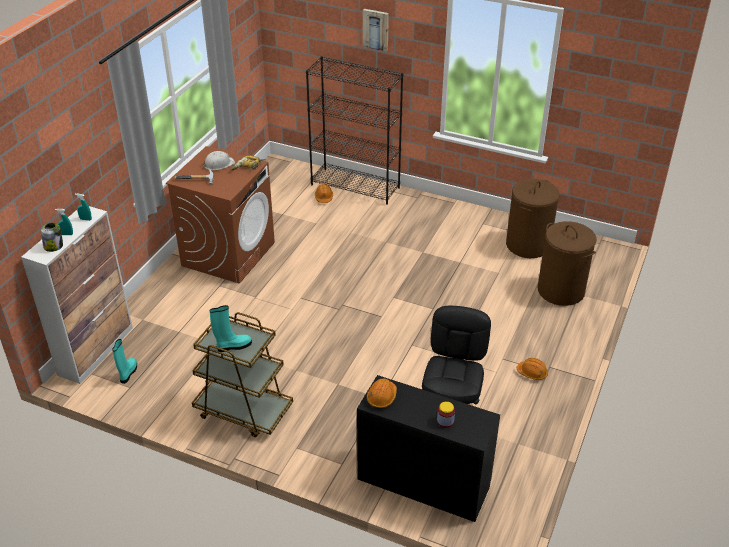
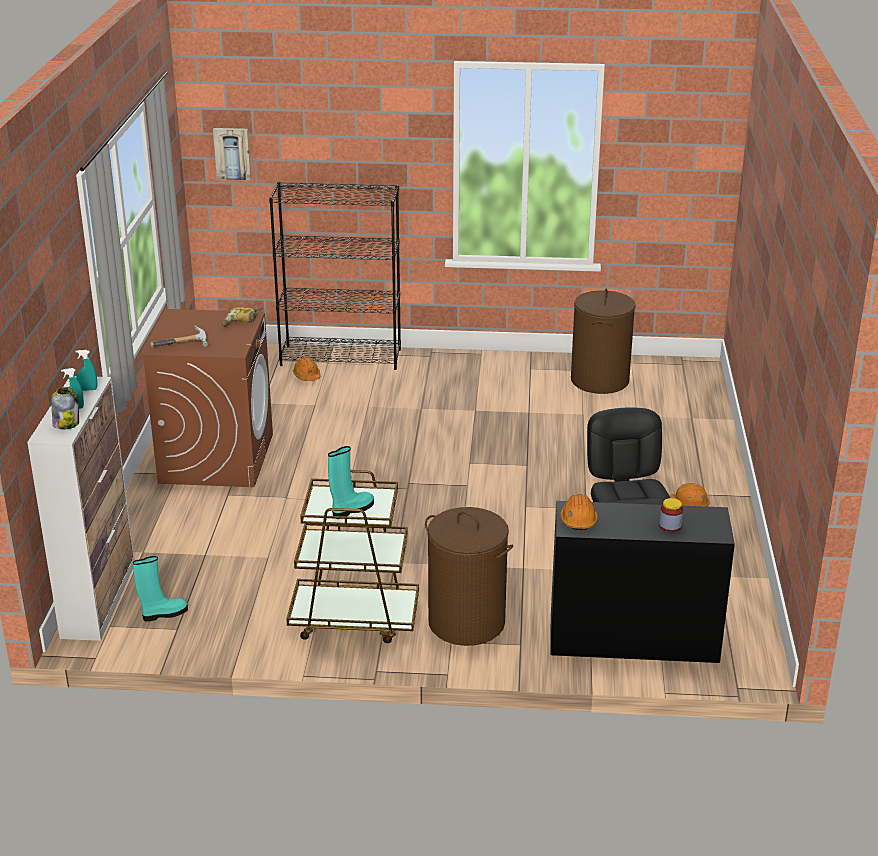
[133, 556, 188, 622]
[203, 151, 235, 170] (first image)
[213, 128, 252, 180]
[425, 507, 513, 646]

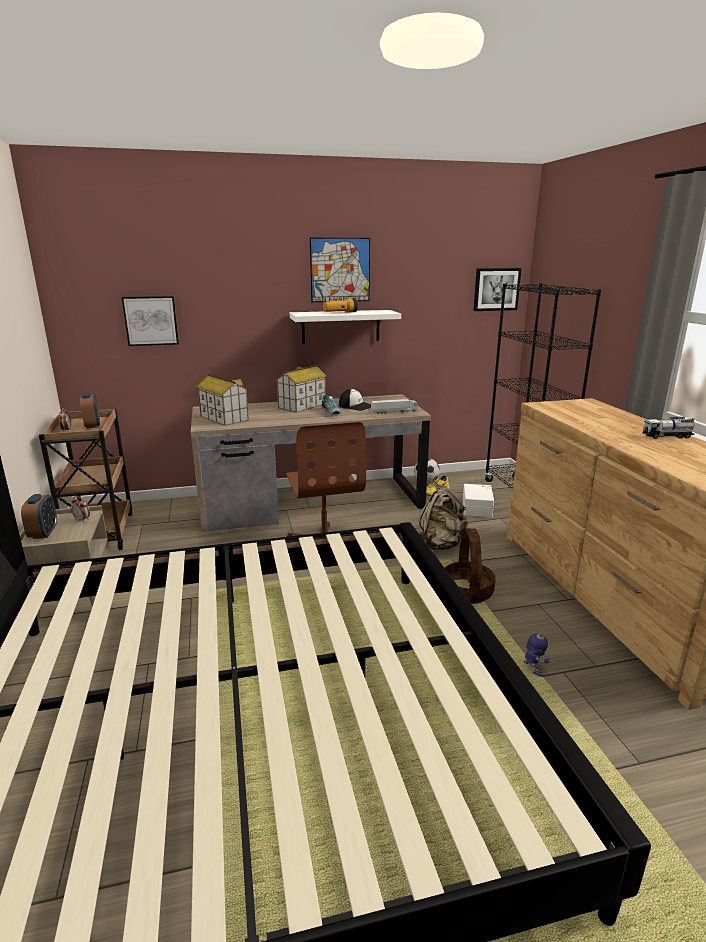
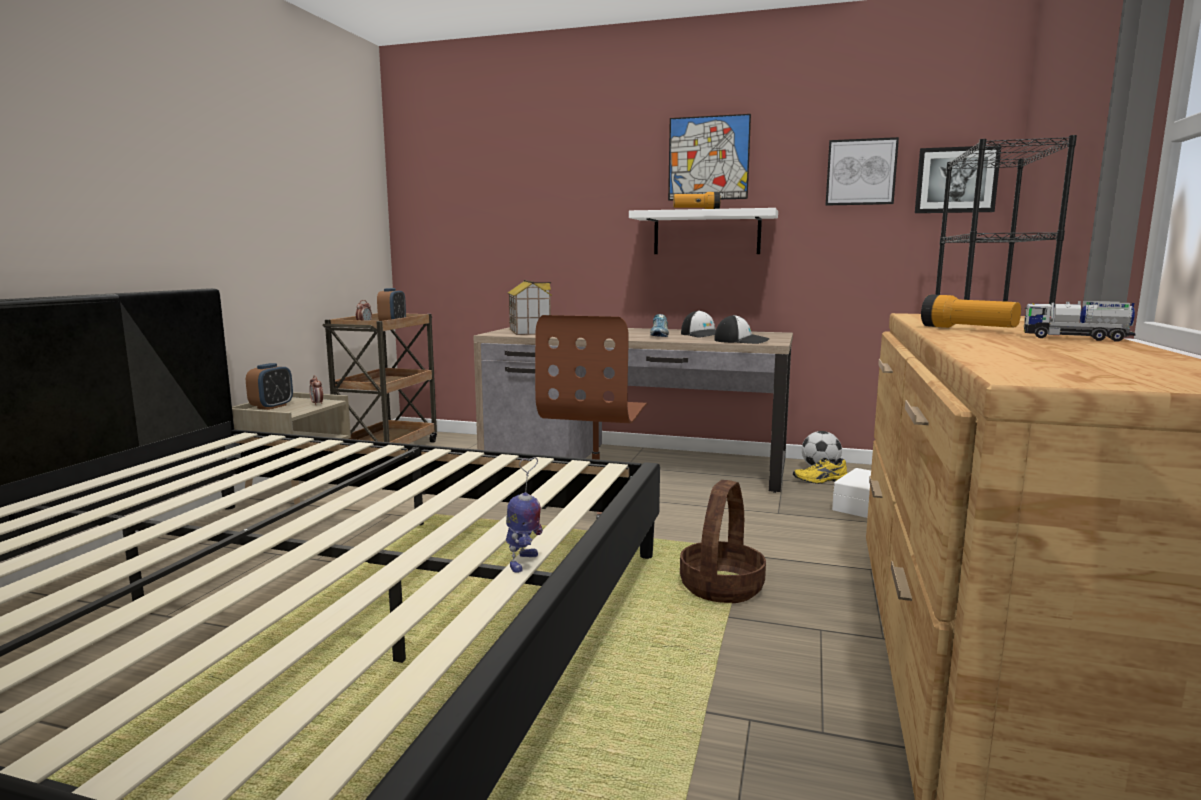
[825, 137, 899, 206]
[276, 365, 327, 413] (first image)
[714, 315, 770, 344]
[419, 483, 468, 550] (first image)
[506, 457, 543, 573]
[921, 295, 1021, 328]

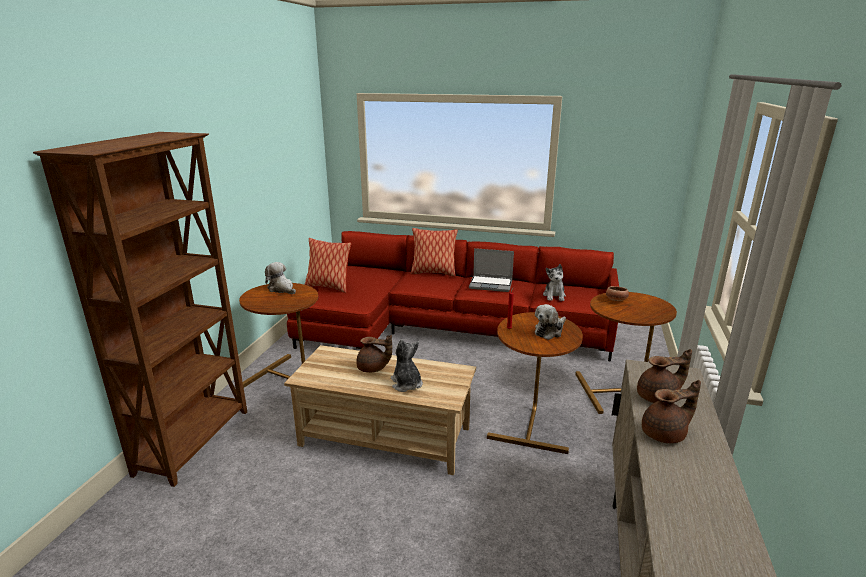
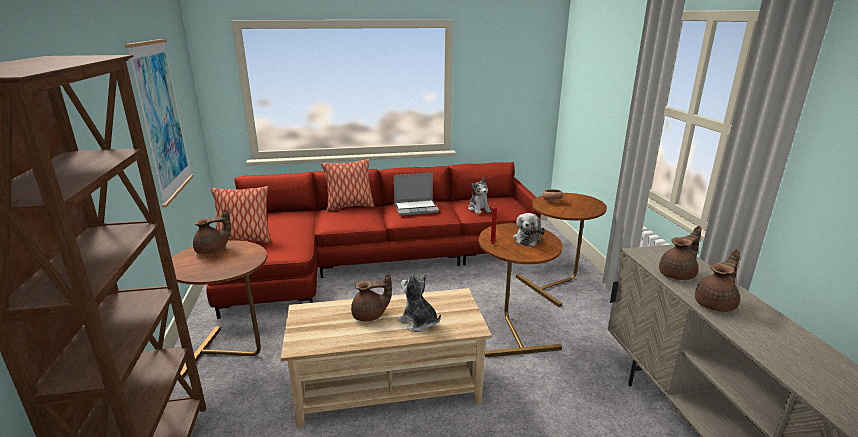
[193, 209, 231, 254]
[125, 39, 193, 208]

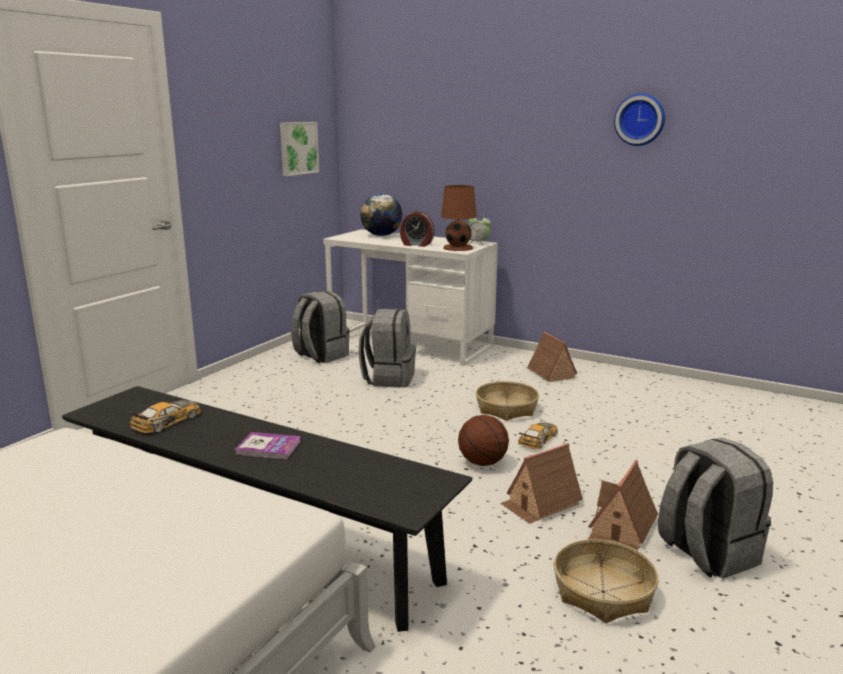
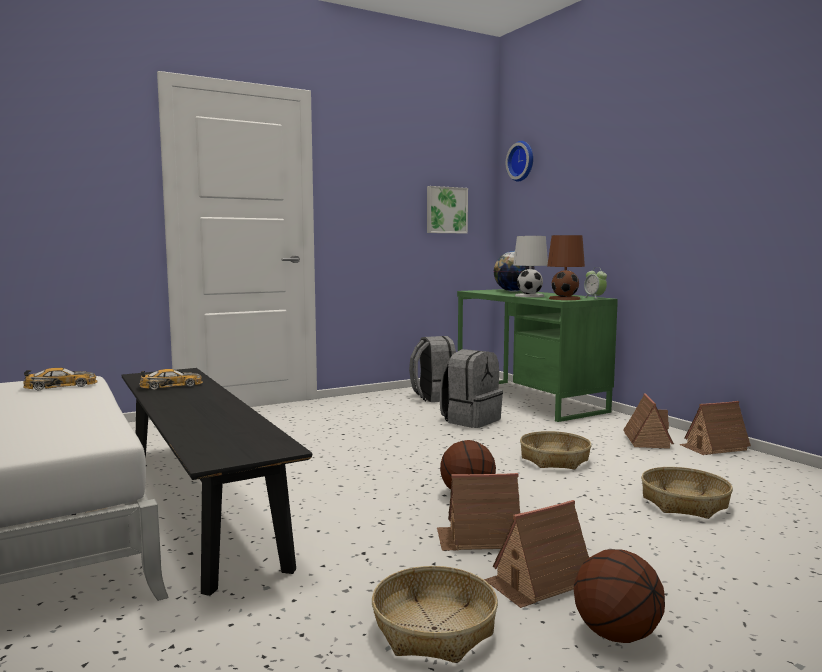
[235, 432, 301, 459] (first image)
[457, 289, 618, 422]
[513, 236, 548, 297]
[23, 368, 98, 390]
[506, 141, 533, 182]
[574, 549, 665, 643]
[641, 467, 733, 519]
[679, 401, 751, 455]

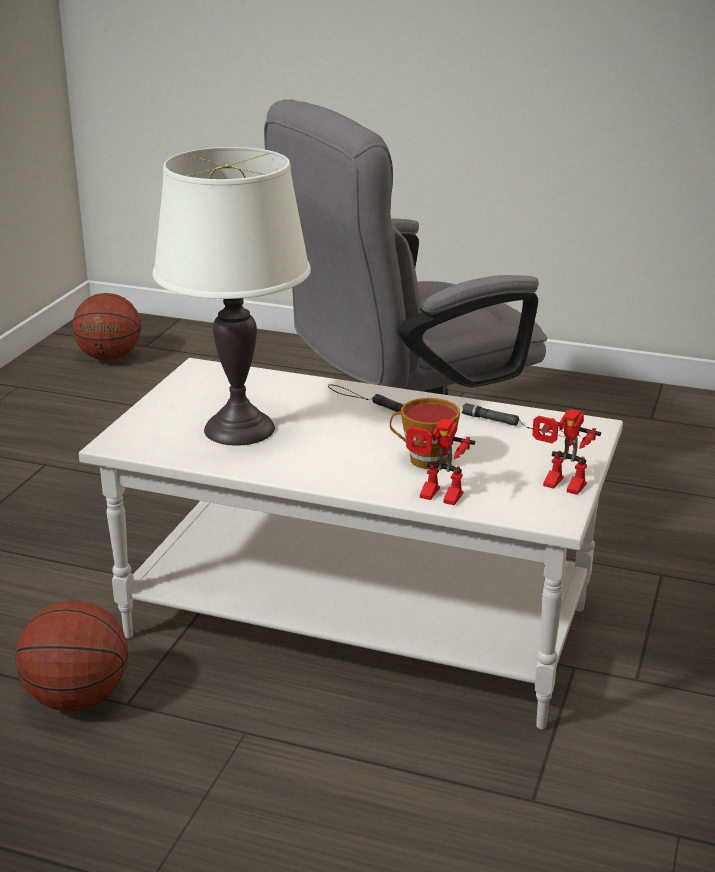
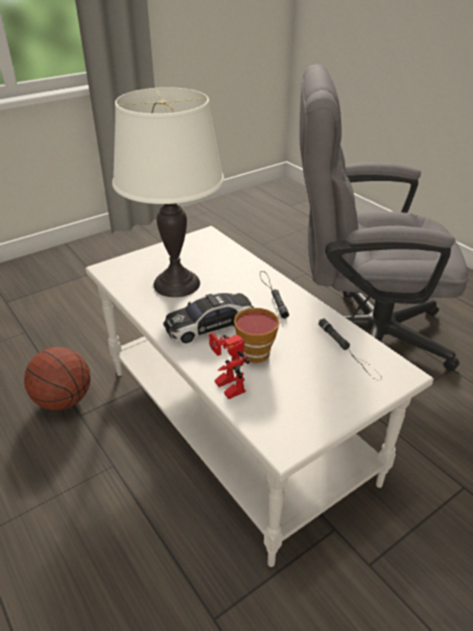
[72, 293, 141, 361] (first image)
[532, 409, 601, 495] (first image)
[163, 293, 254, 343]

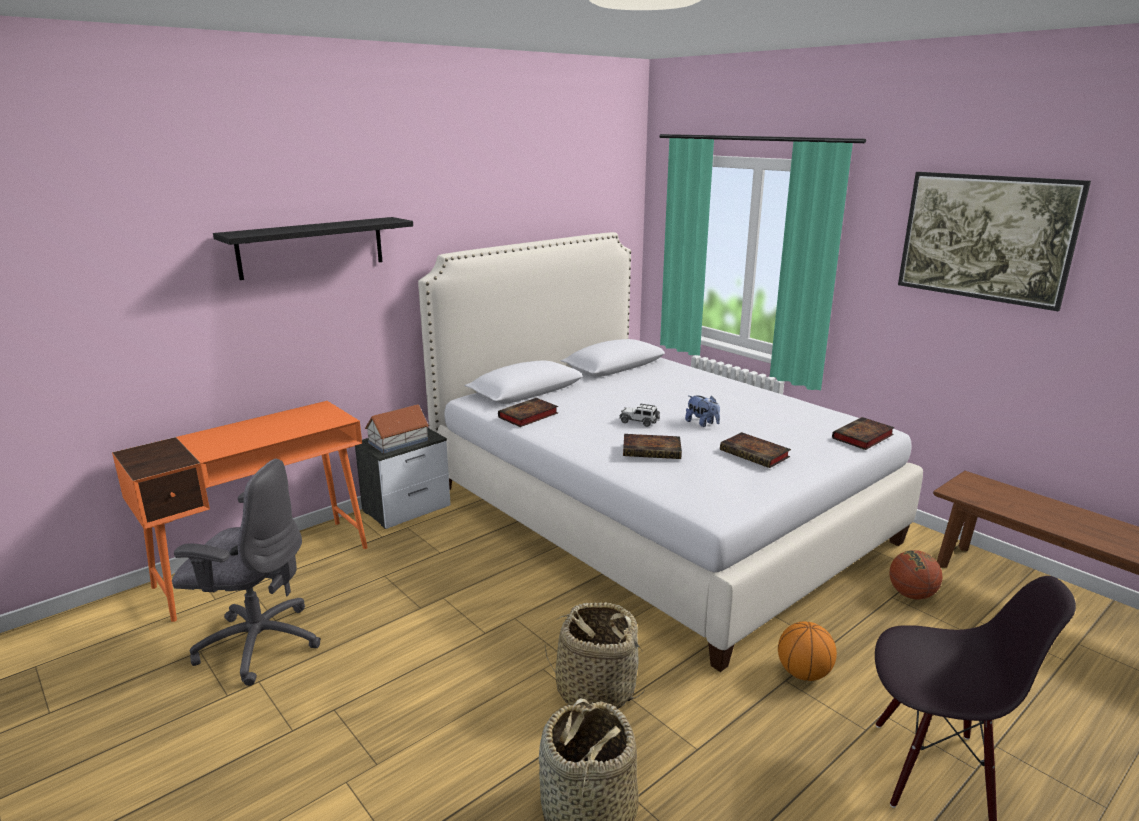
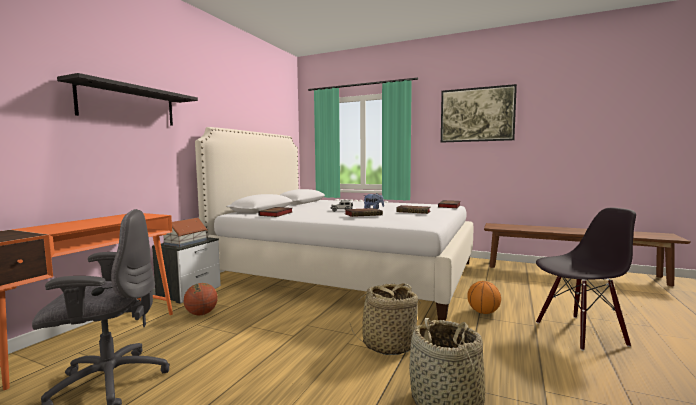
[184, 283, 218, 315]

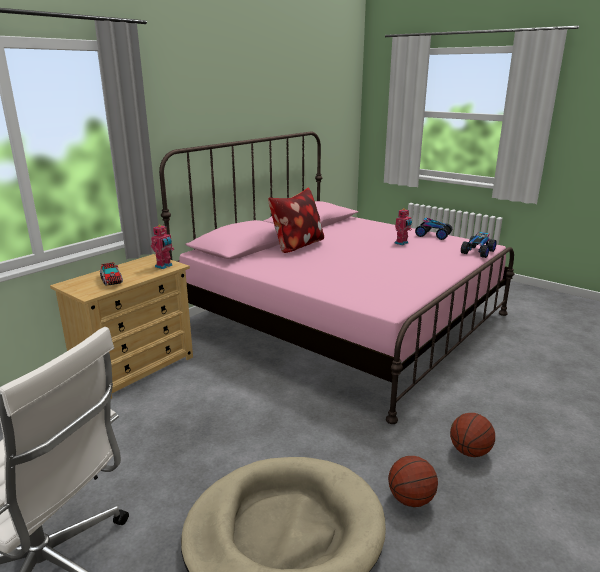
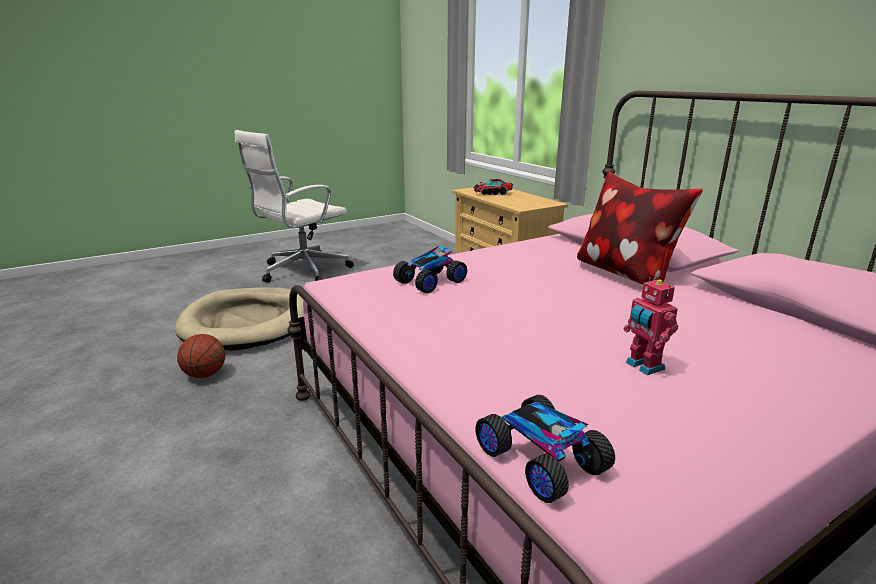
[151, 224, 174, 269] (first image)
[393, 246, 467, 293]
[450, 413, 495, 457] (first image)

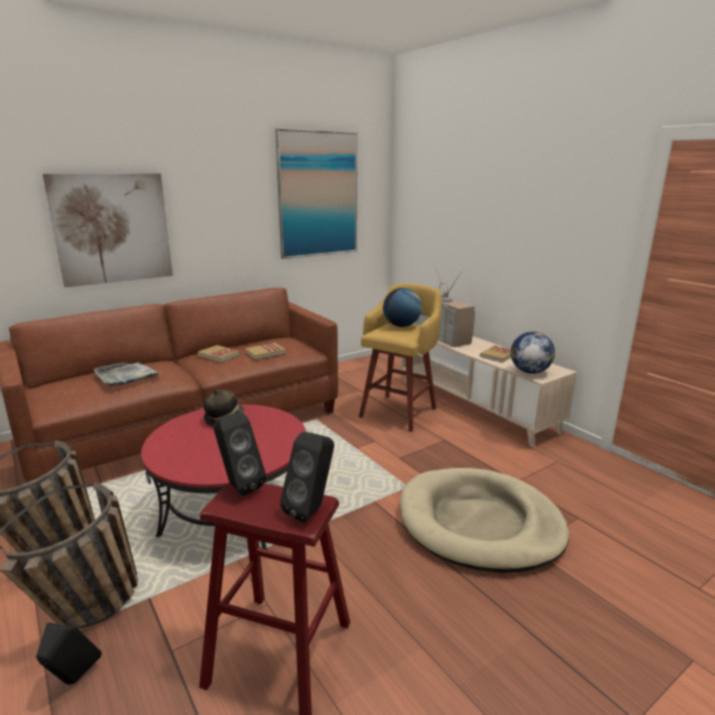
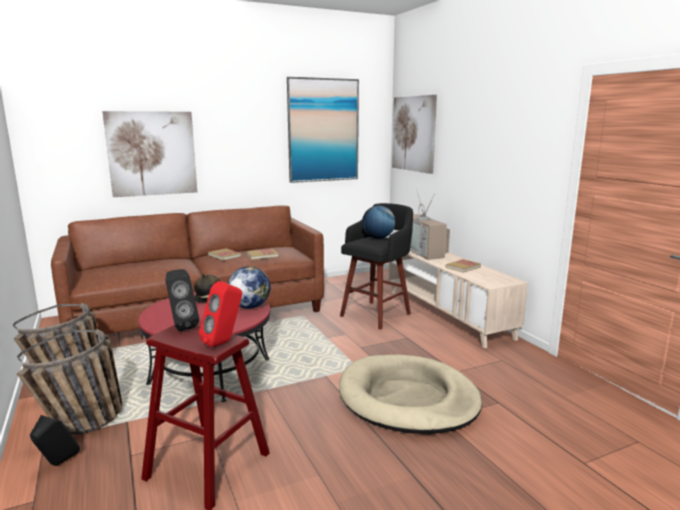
[94, 362, 159, 387] (first image)
[199, 281, 242, 348]
[340, 203, 413, 330]
[228, 266, 271, 308]
[392, 95, 437, 174]

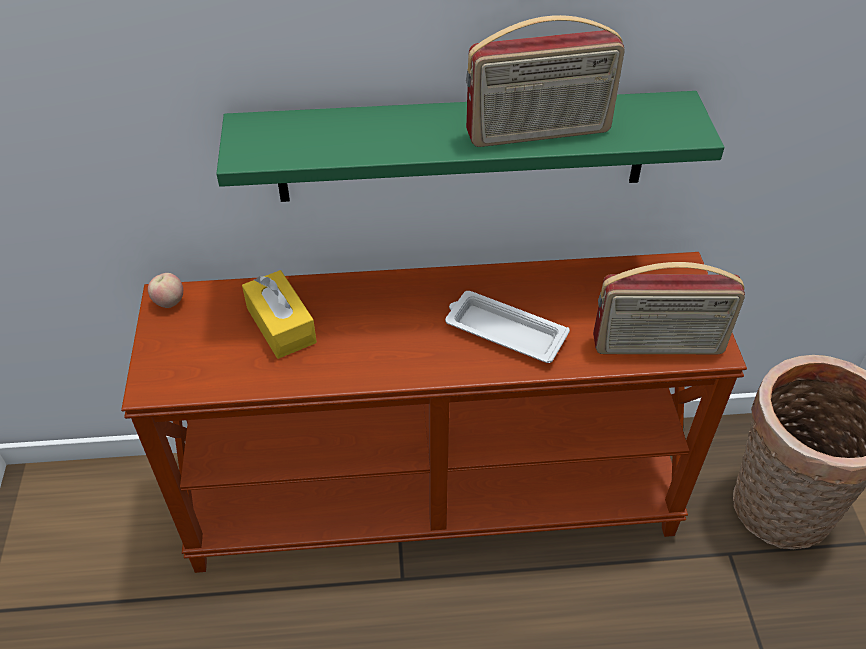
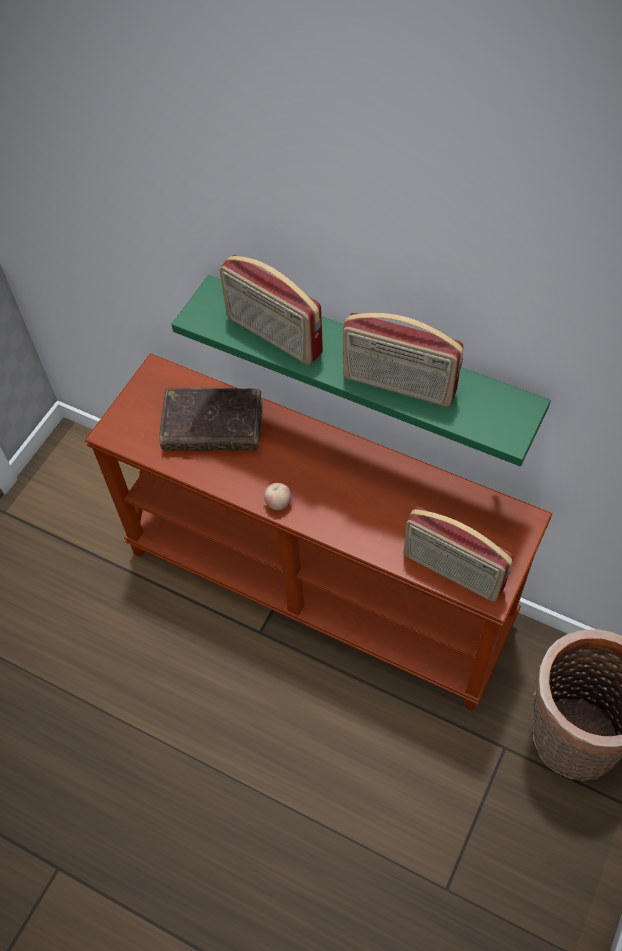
[264, 483, 291, 510]
[159, 388, 263, 451]
[445, 291, 570, 363] (first image)
[219, 255, 323, 365]

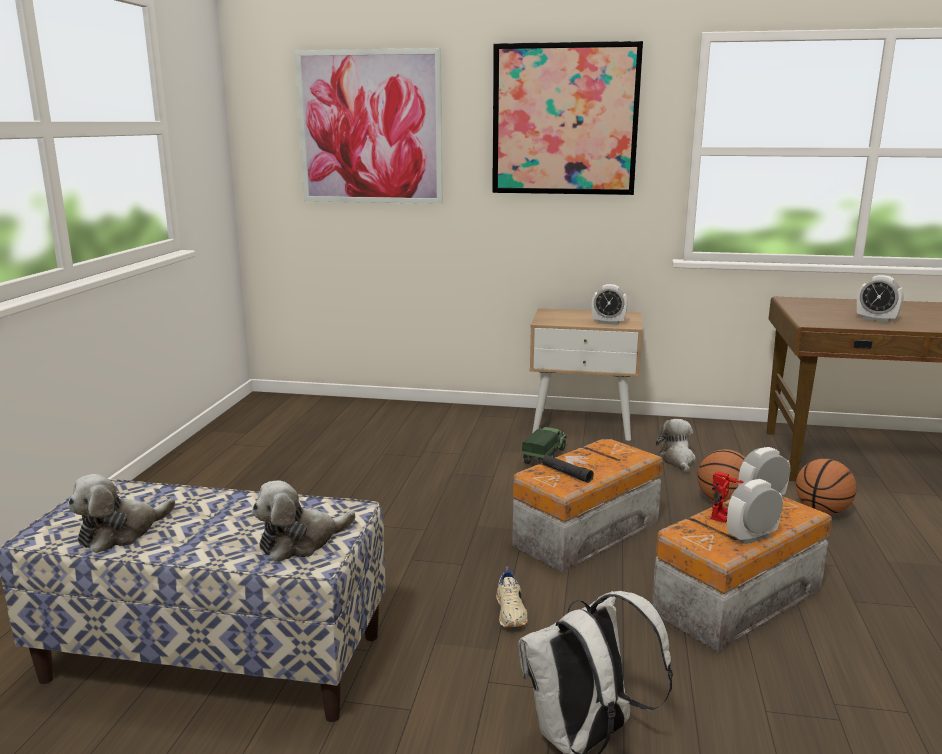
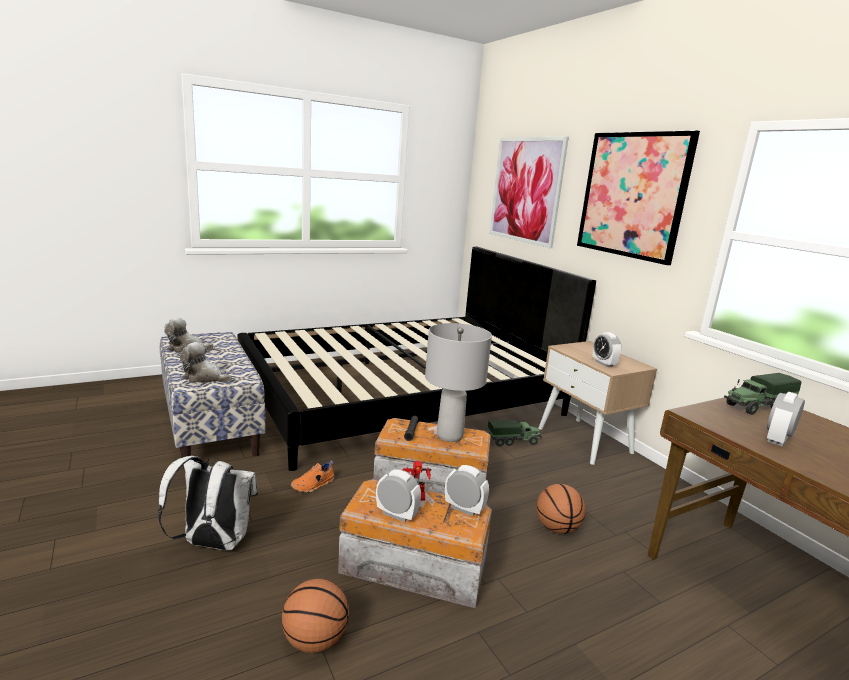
[291, 460, 335, 493]
[656, 419, 696, 473] (first image)
[282, 579, 349, 653]
[767, 392, 805, 447]
[237, 247, 596, 471]
[425, 323, 492, 442]
[724, 373, 801, 415]

